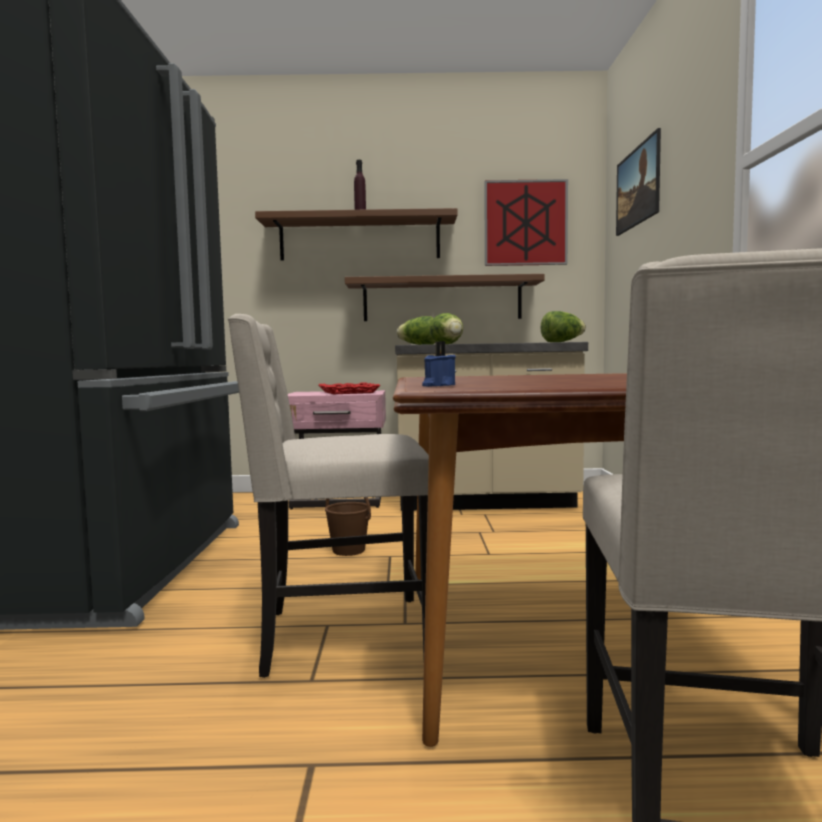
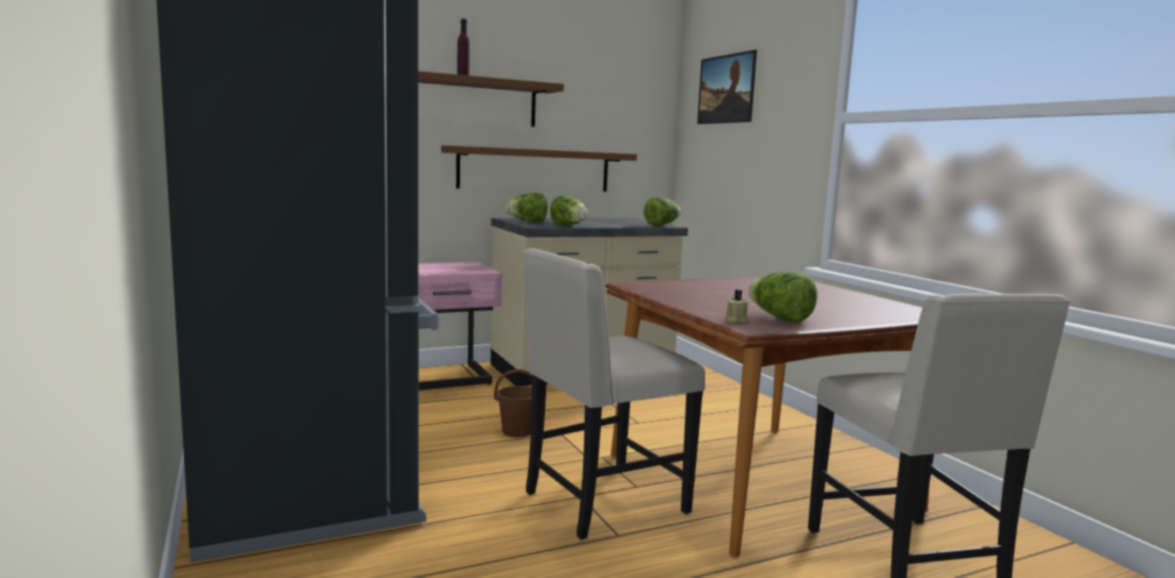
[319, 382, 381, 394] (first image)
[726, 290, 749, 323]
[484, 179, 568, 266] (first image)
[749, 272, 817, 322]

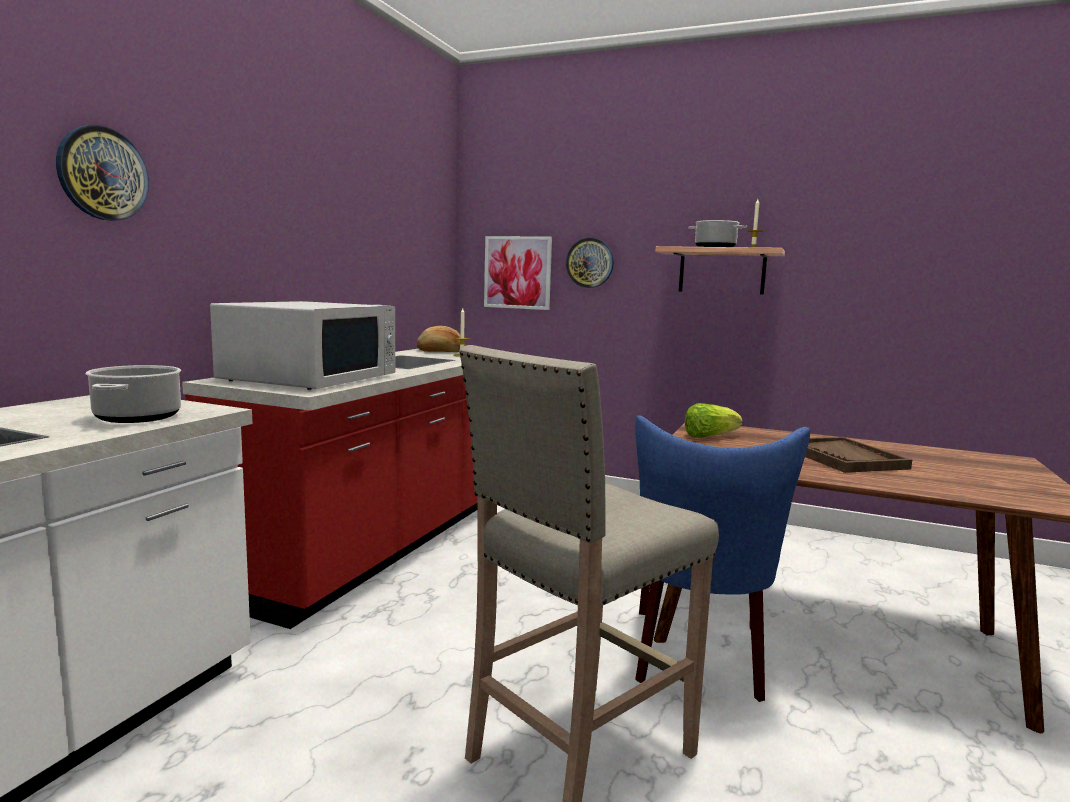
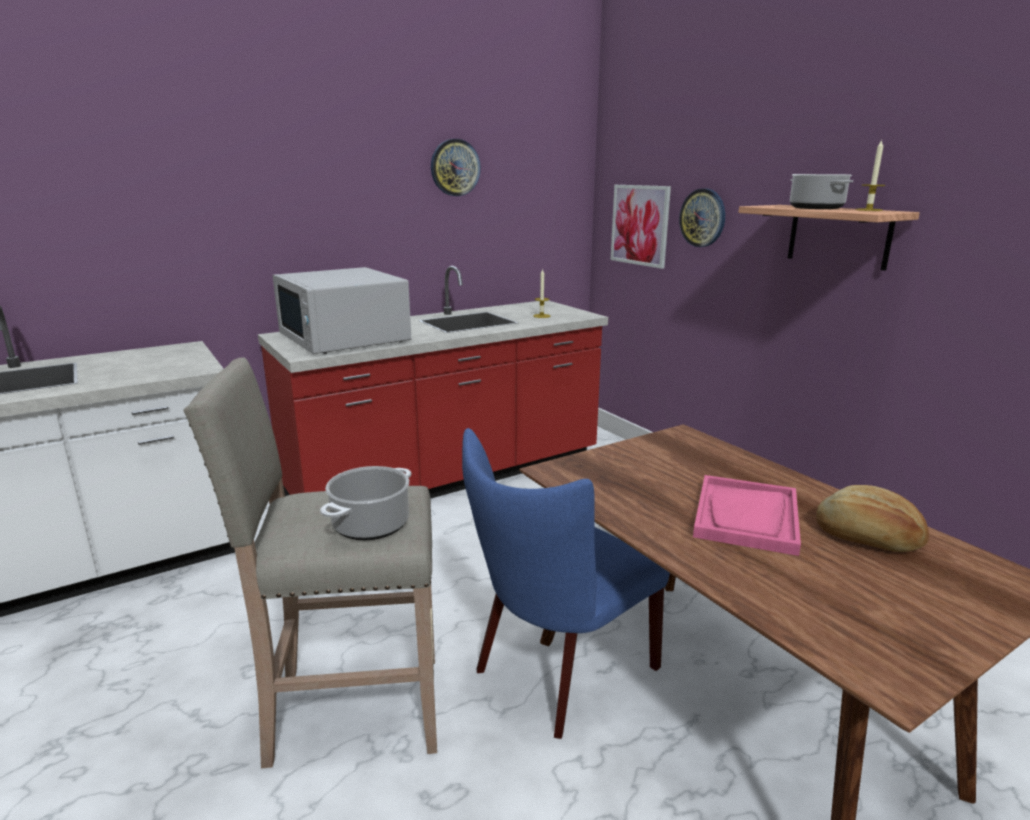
[431, 139, 481, 196]
[320, 466, 411, 540]
[273, 267, 411, 354]
[816, 485, 929, 552]
[685, 403, 743, 438] (first image)
[693, 475, 801, 556]

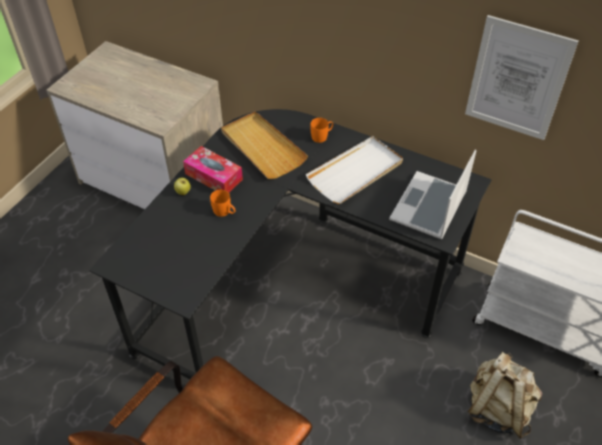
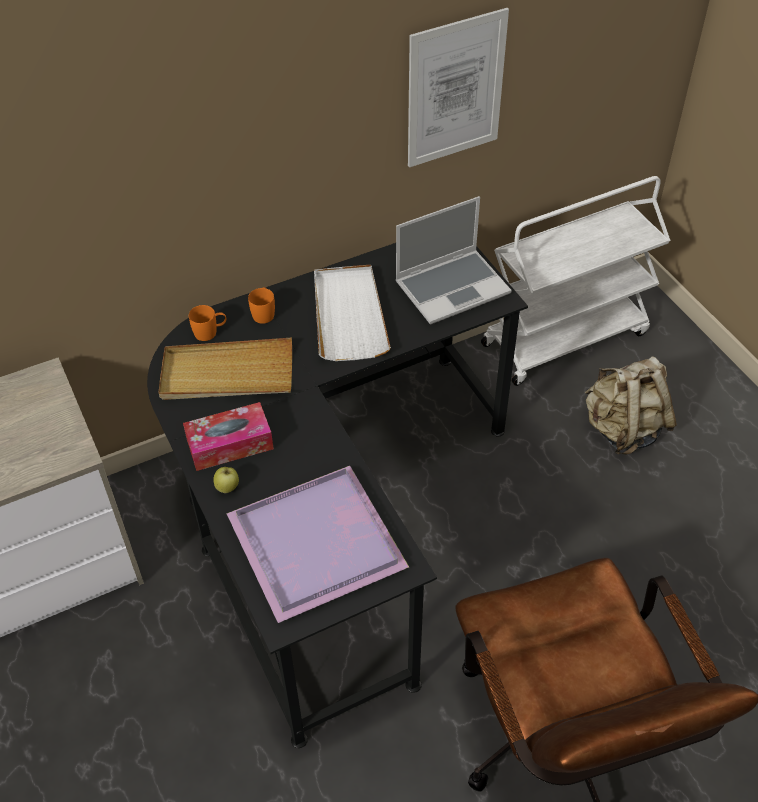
[189, 305, 226, 341]
[395, 196, 512, 325]
[227, 466, 409, 623]

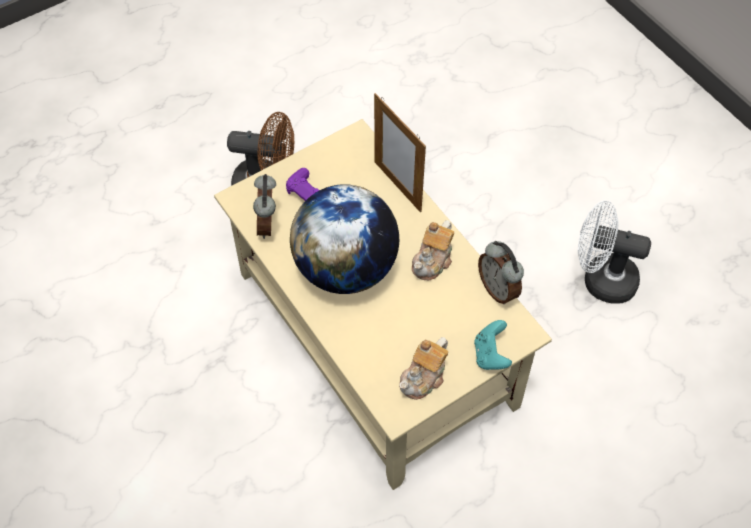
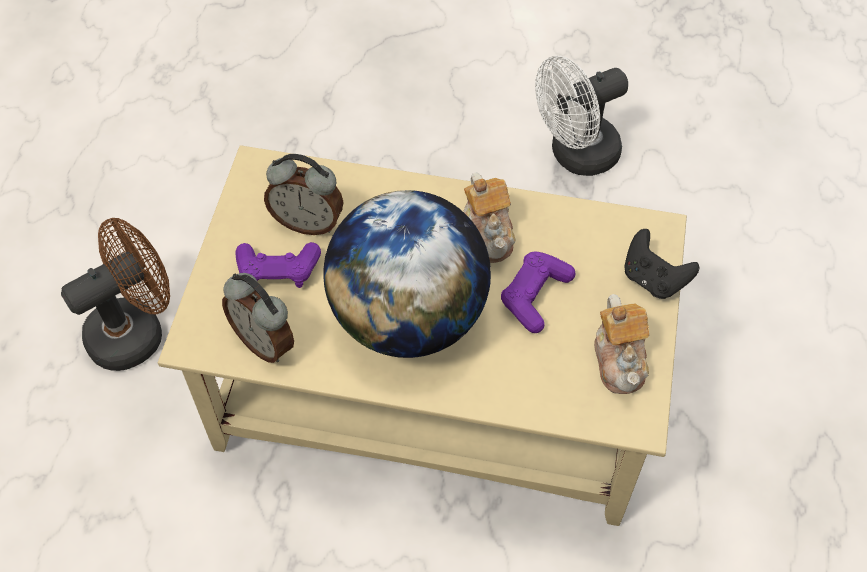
[374, 93, 426, 213] (first image)
[624, 229, 699, 299]
[264, 154, 344, 235]
[501, 251, 575, 333]

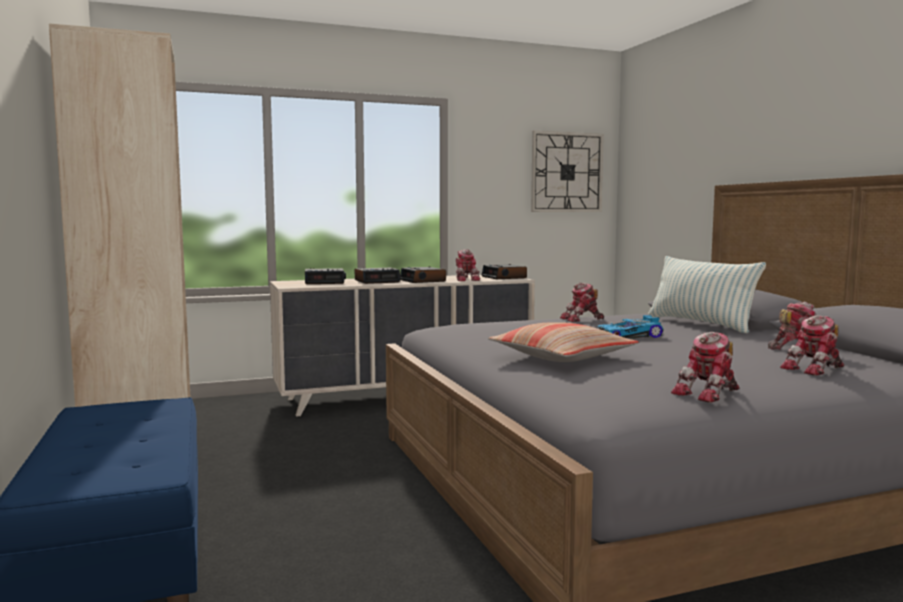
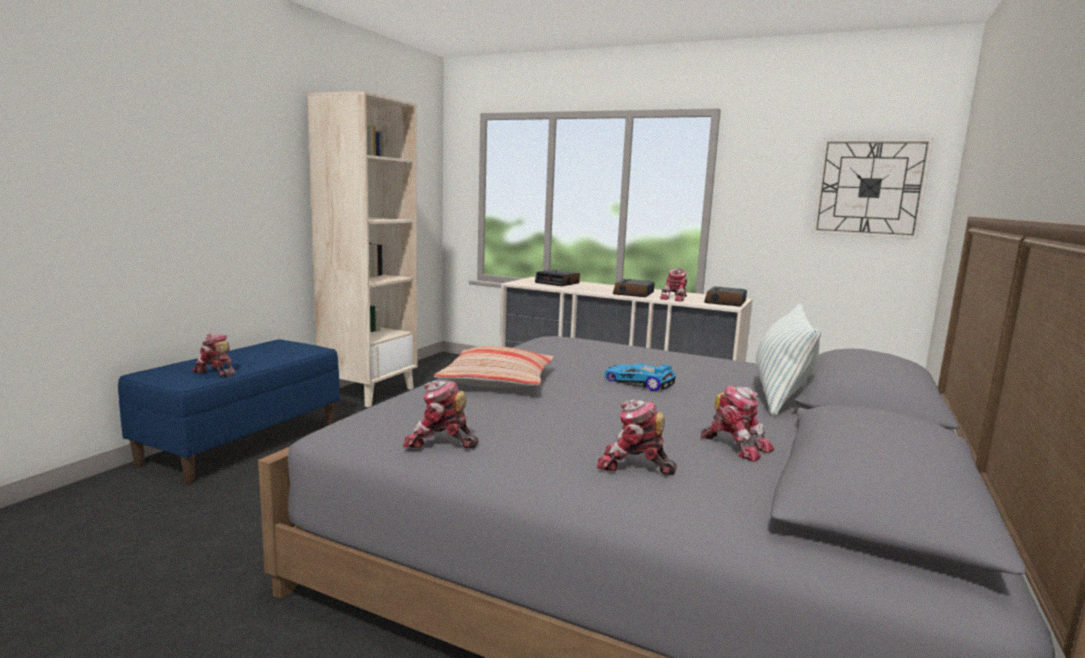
[355, 268, 400, 284] (first image)
[192, 333, 236, 377]

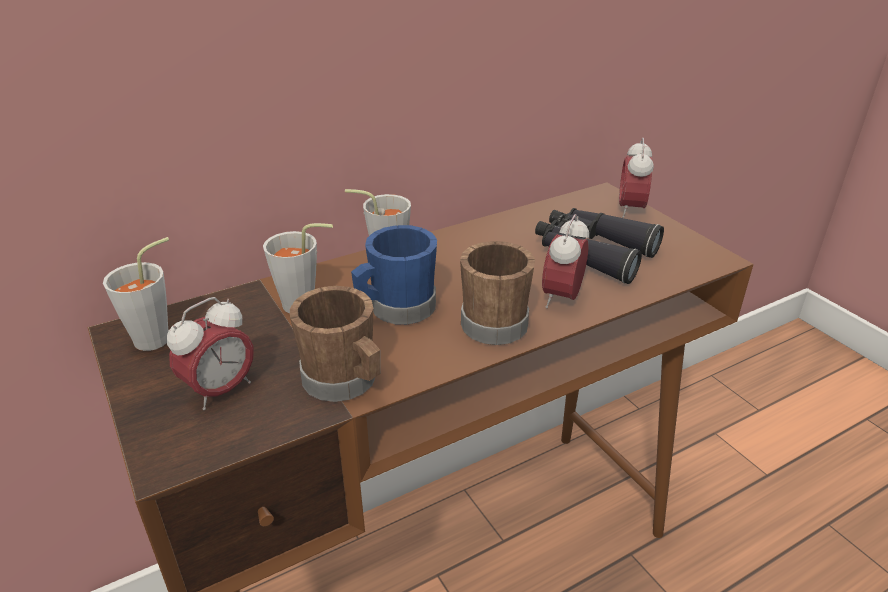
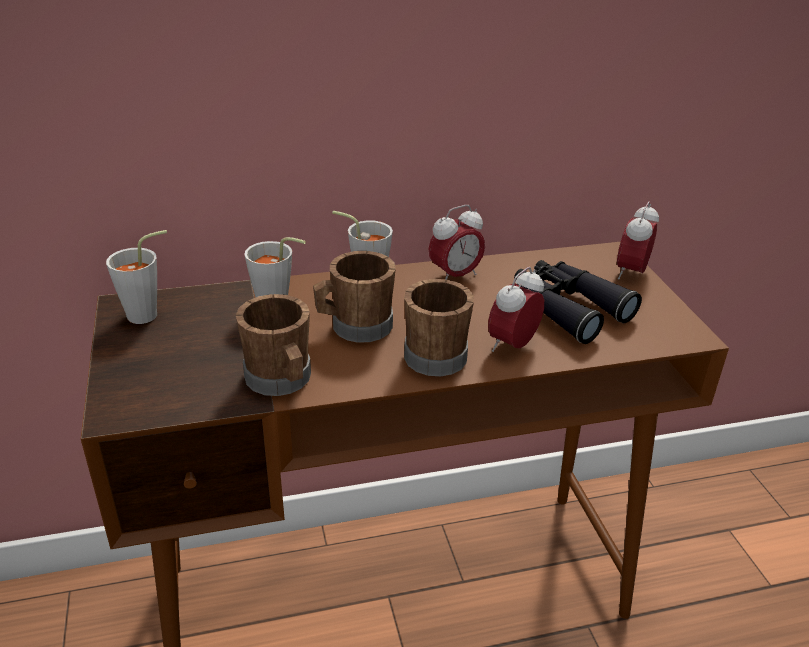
[428, 205, 485, 280]
[313, 251, 396, 343]

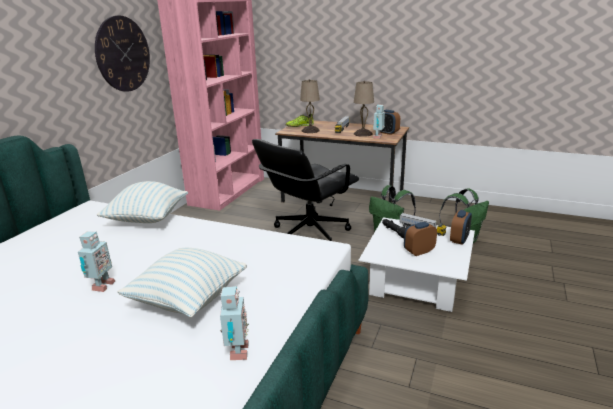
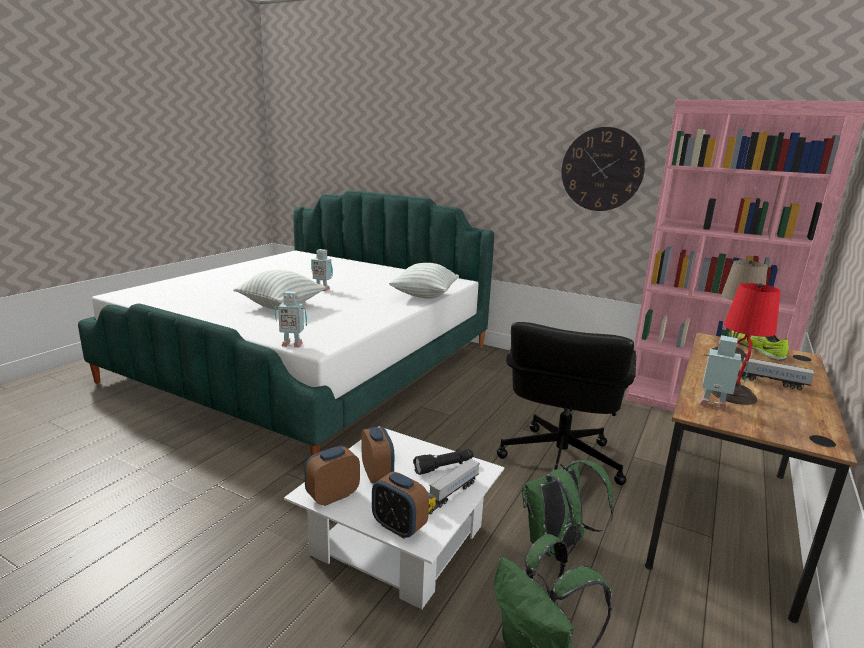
[275, 291, 307, 348]
[497, 322, 636, 485]
[711, 283, 781, 405]
[304, 446, 360, 506]

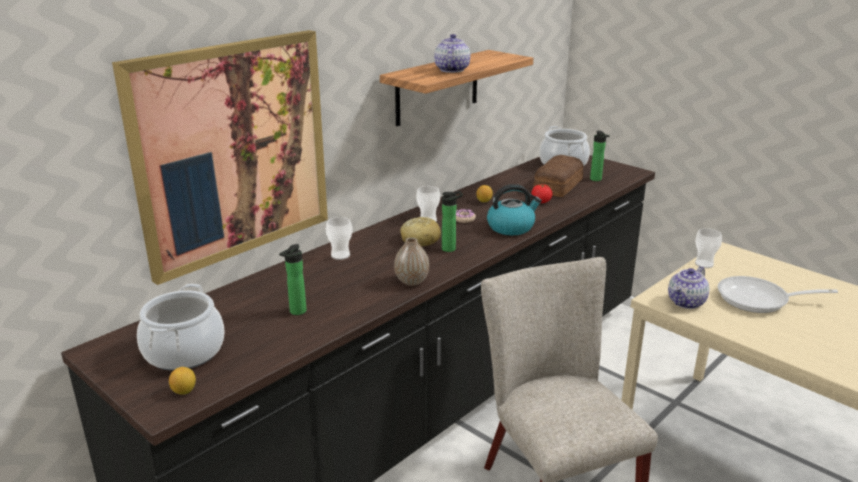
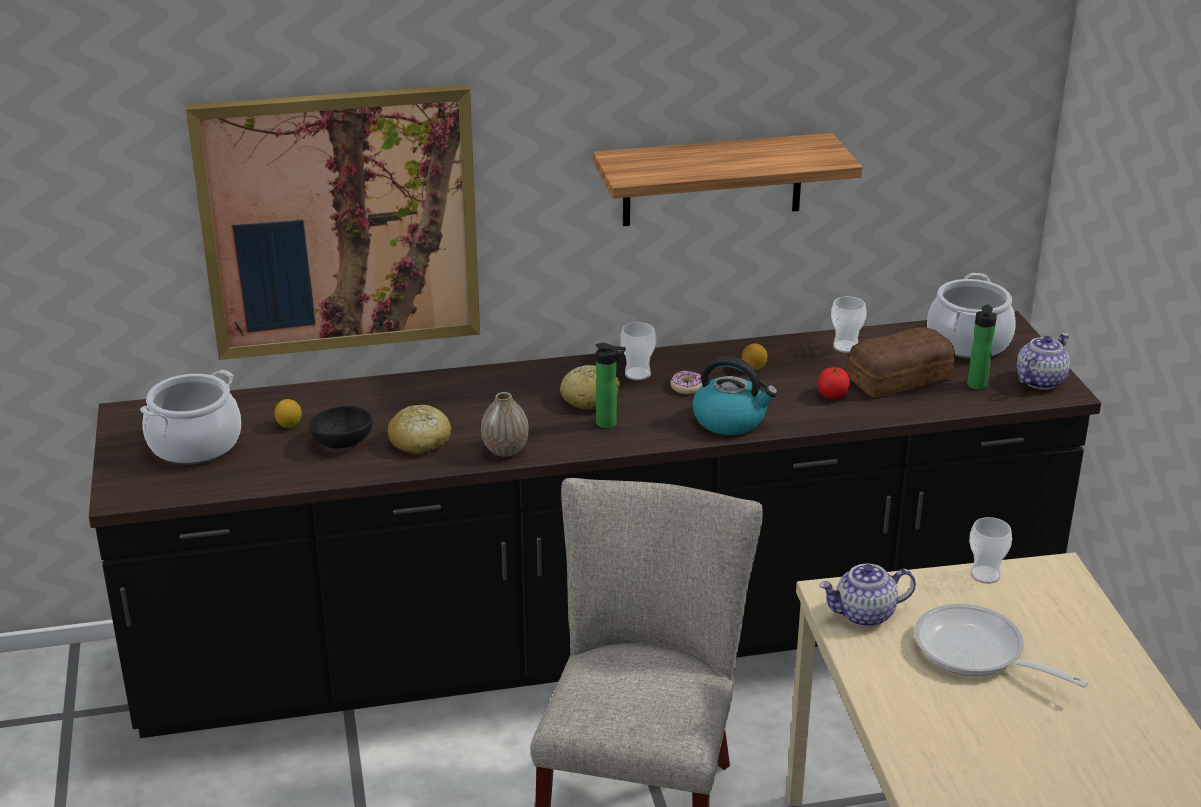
[275, 399, 302, 428]
[309, 406, 373, 449]
[831, 296, 867, 353]
[1016, 333, 1070, 390]
[388, 405, 451, 454]

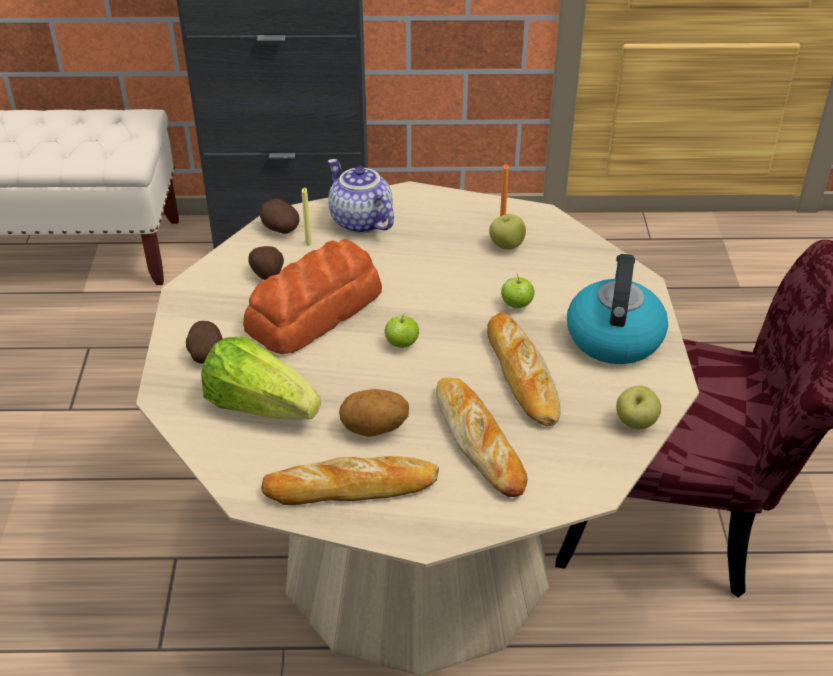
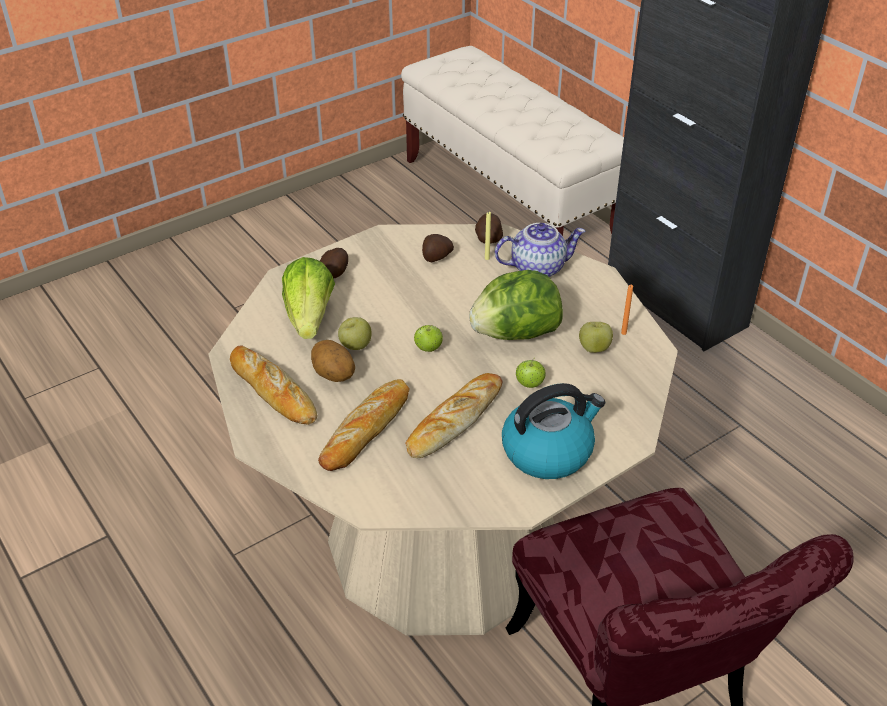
[243, 239, 382, 354] (first image)
[495, 223, 586, 277]
[338, 317, 372, 350]
[469, 270, 563, 340]

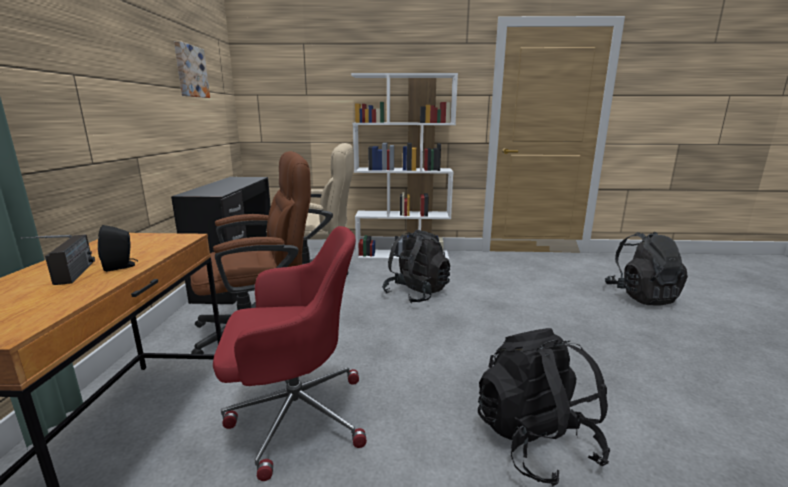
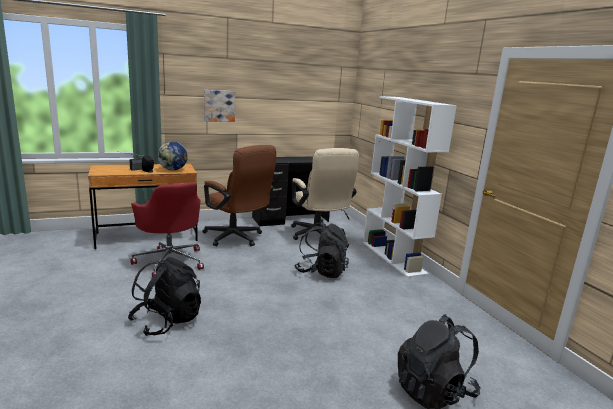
[204, 90, 235, 122]
[157, 141, 188, 170]

